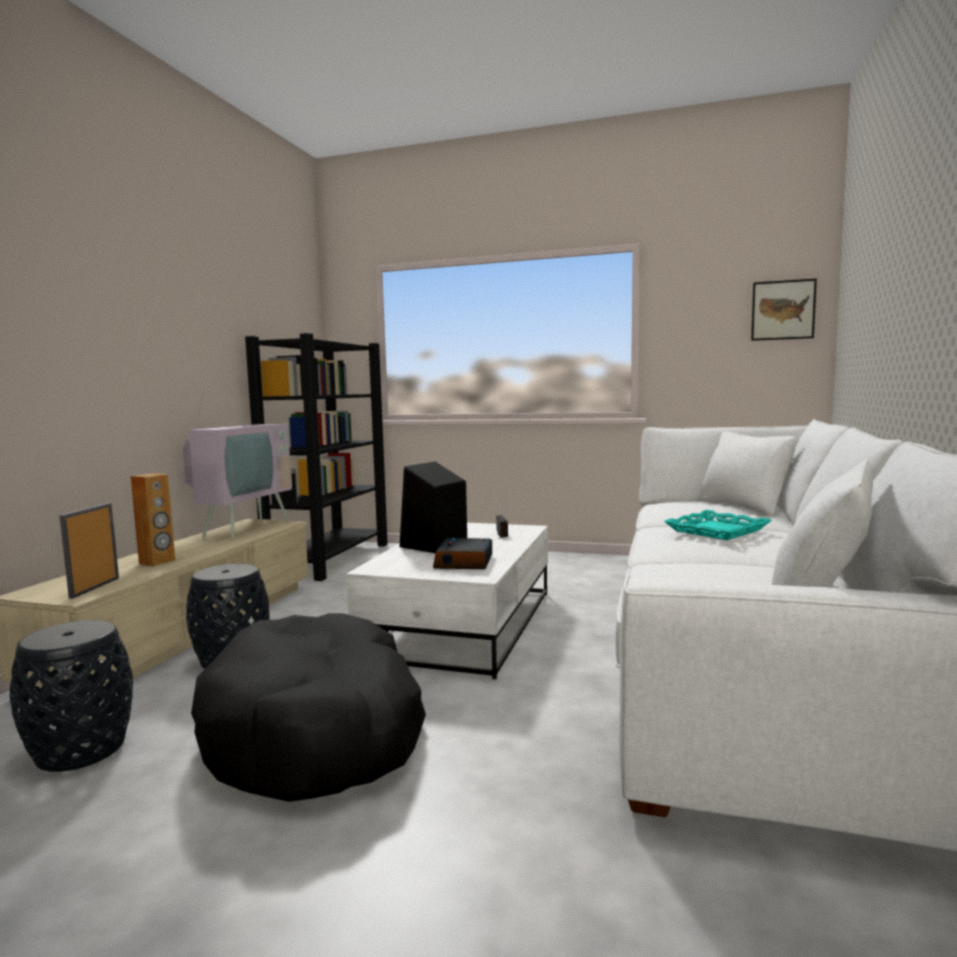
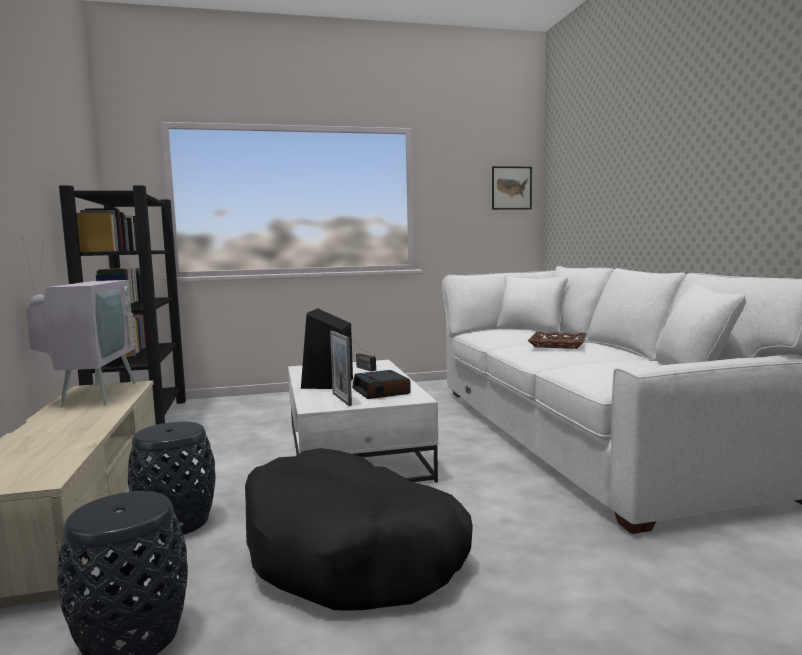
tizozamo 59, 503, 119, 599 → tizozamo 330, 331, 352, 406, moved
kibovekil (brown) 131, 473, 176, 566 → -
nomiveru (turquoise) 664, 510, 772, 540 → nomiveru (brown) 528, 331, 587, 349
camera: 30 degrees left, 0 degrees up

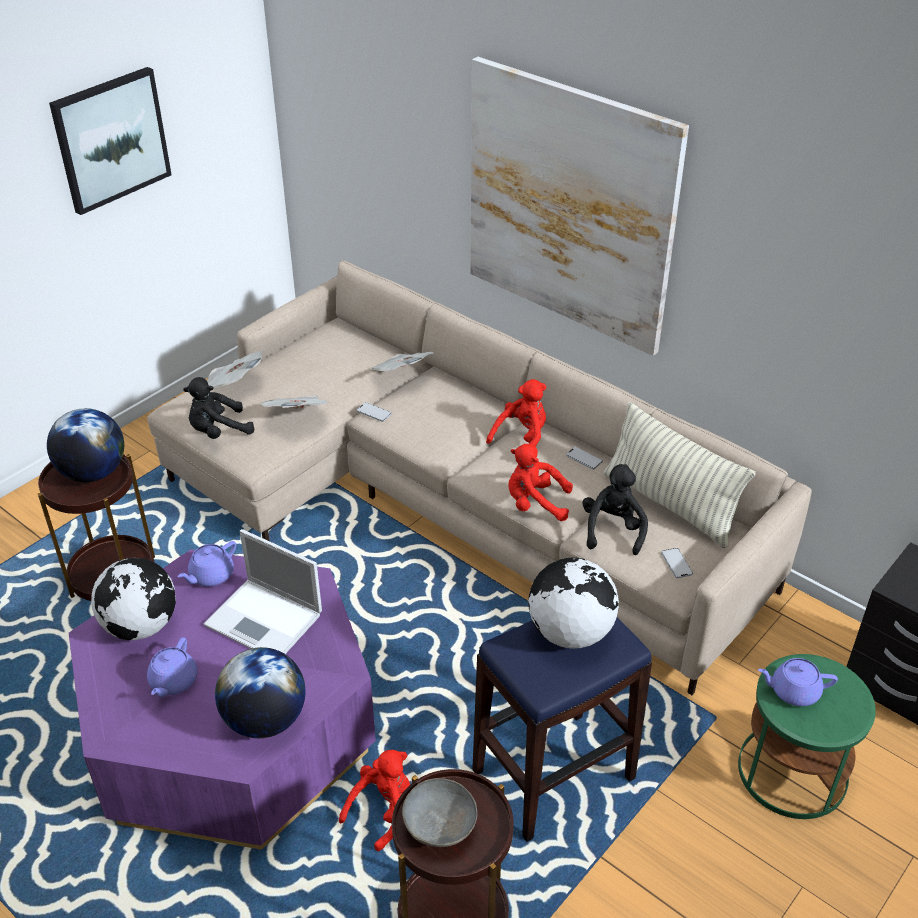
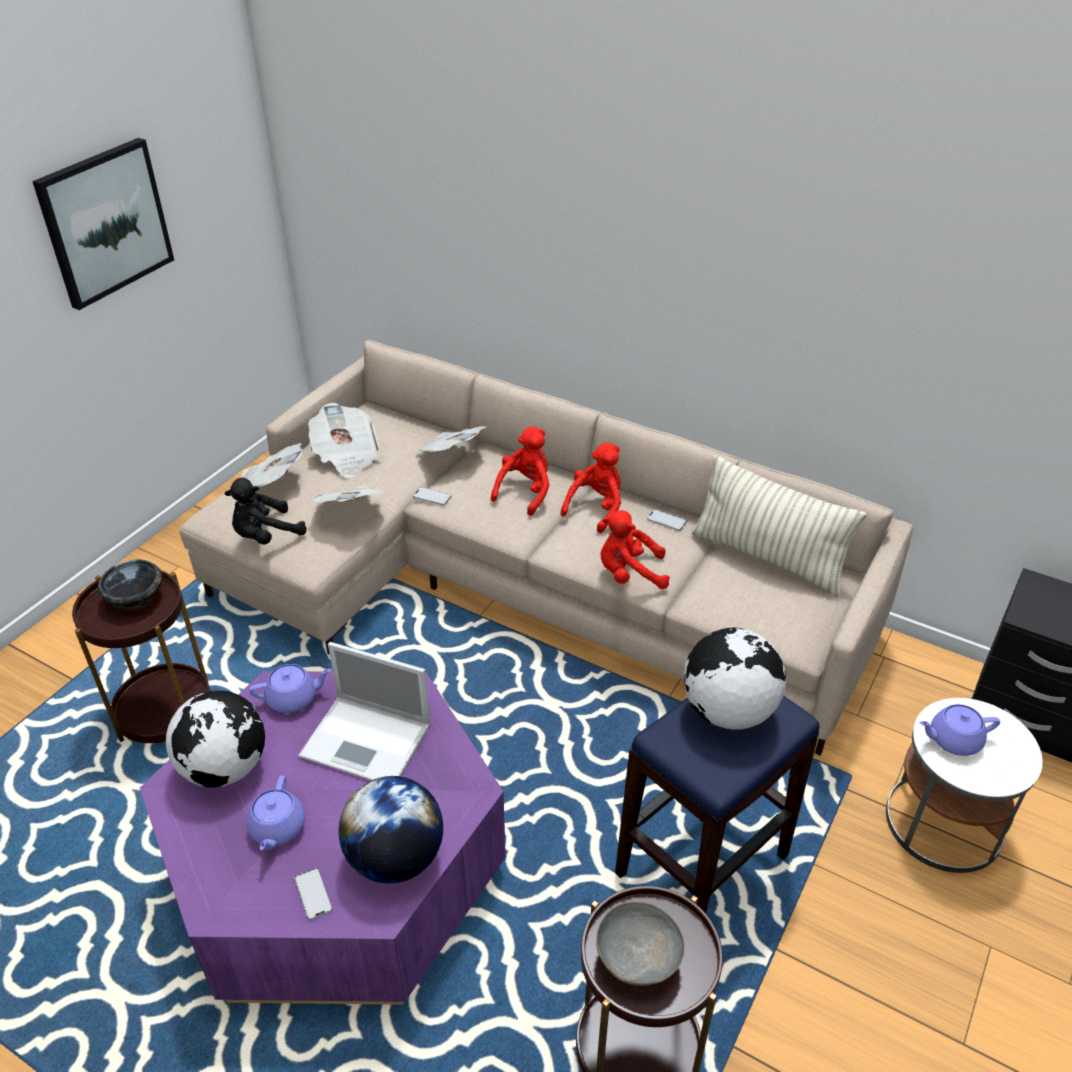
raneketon 47, 408, 124, 482 → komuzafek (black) 98, 559, 162, 610
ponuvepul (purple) 177, 541, 236, 587 → ponuvepul (purple) 249, 664, 332, 713, 135 degrees counterclockwise
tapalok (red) 339, 750, 410, 851 → tapalok (red) 491, 426, 550, 516, moved
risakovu 470, 57, 689, 356 → -
tapalok (black) 583, 464, 648, 555 → -
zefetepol 661, 548, 693, 578 → zefetepol 295, 868, 333, 920, moved
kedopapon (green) 738, 654, 876, 819 → kedopapon (white) 886, 698, 1043, 873
- → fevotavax 308, 403, 380, 478
camera: 10 degrees left, 0 degrees up

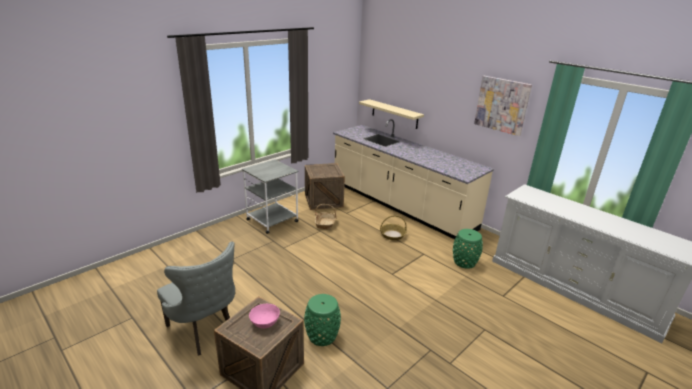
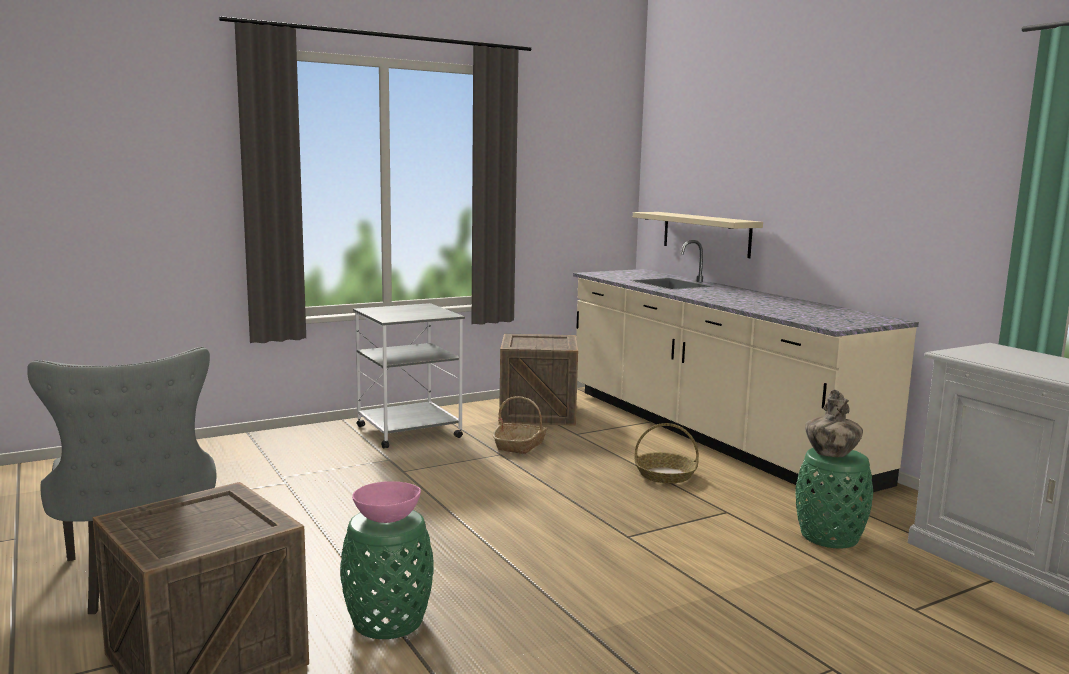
komuzafek (pink) 249, 304, 280, 328 → komuzafek (pink) 352, 481, 421, 523, moved
risakovu 474, 76, 532, 136 → -
- → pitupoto 805, 390, 863, 457
camera: 15 degrees right, 15 degrees down

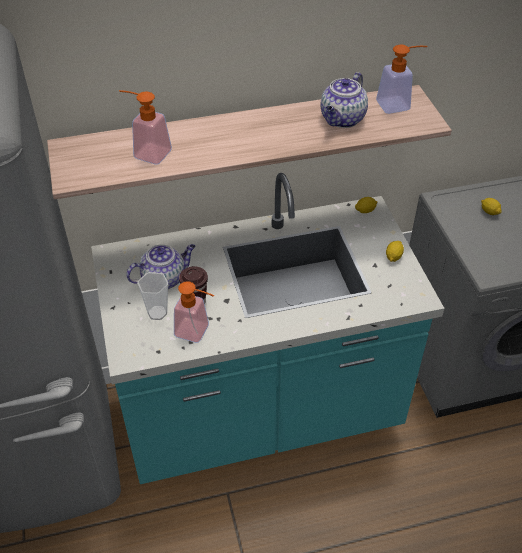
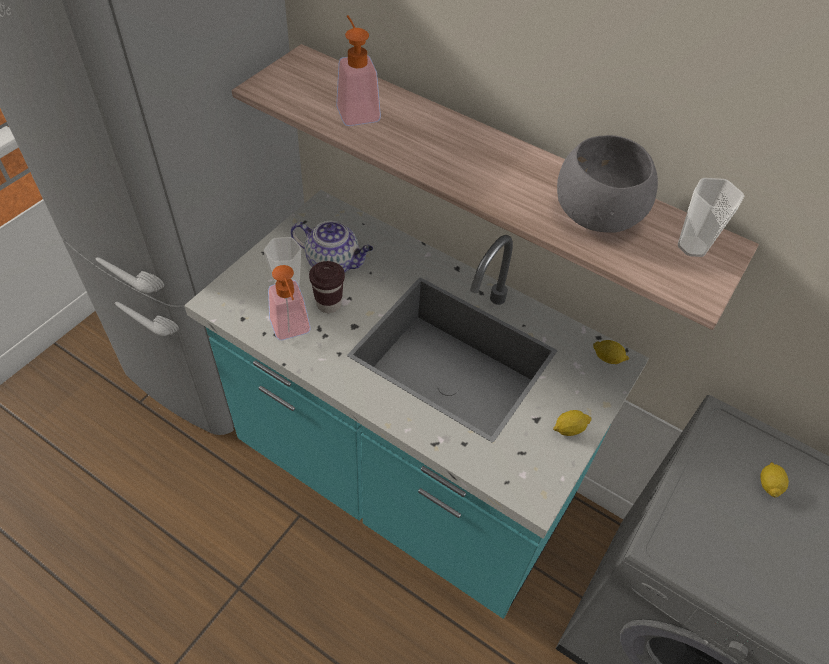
ponuvepul 321, 72, 368, 128 → komuzafek (grey) 557, 135, 658, 233
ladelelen 376, 45, 428, 114 → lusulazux 678, 178, 744, 257
camera: 45 degrees right, 5 degrees up

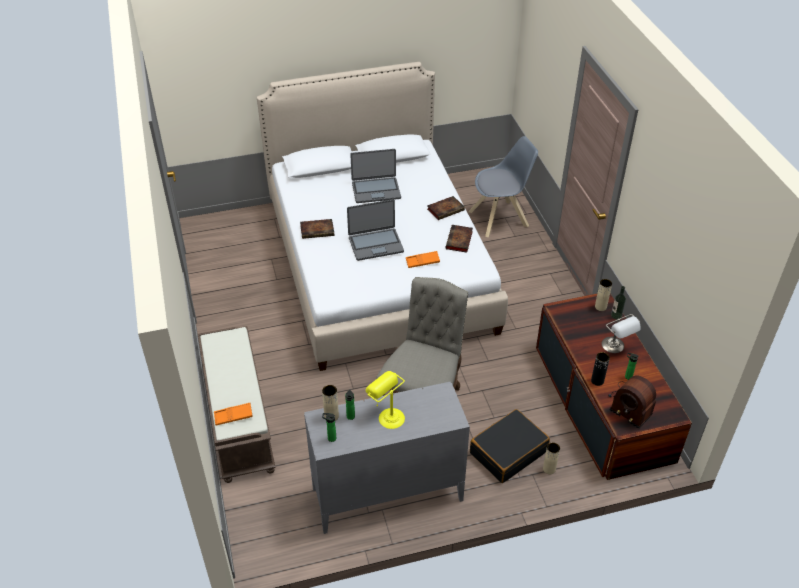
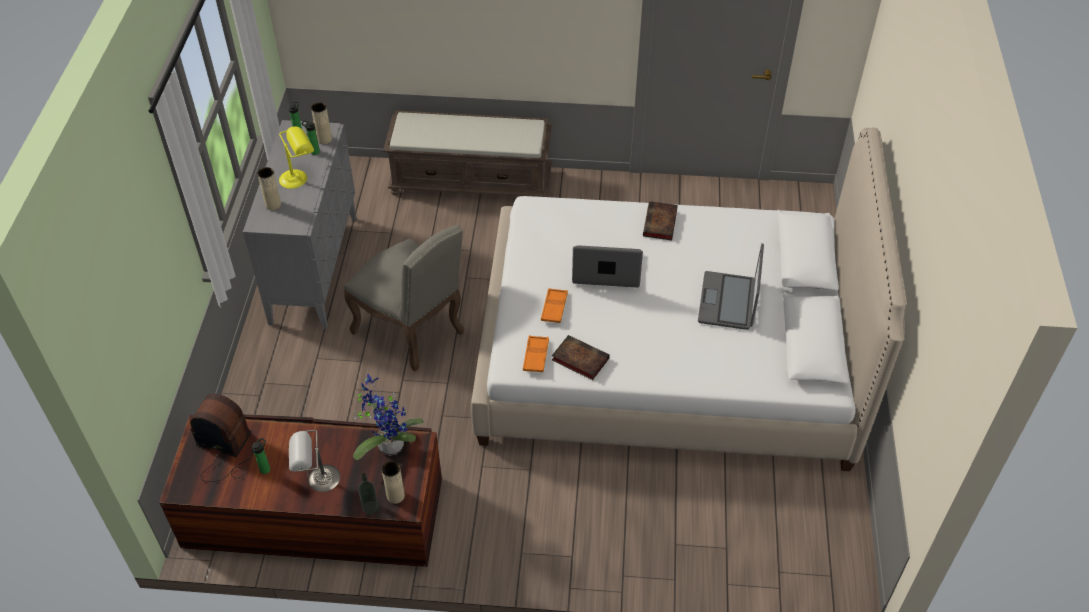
nomiveru (orange) 214, 403, 253, 426 → nomiveru (orange) 523, 336, 549, 372, moved
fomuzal 347, 199, 404, 261 → fomuzal 572, 245, 643, 288, 90 degrees clockwise
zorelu 427, 196, 465, 220 → -
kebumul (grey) 468, 136, 538, 237 → -
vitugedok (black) 470, 409, 550, 483 → -
pitupoto (beige) 543, 442, 560, 474 → pitupoto (beige) 258, 167, 281, 210, moved
pitupoto (black) 591, 352, 610, 386 → -
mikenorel 608, 376, 656, 429 → mikenorel 190, 393, 254, 482, 45 degrees clockwise
- → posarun 353, 374, 424, 460
camera: 110 degrees right, 5 degrees up

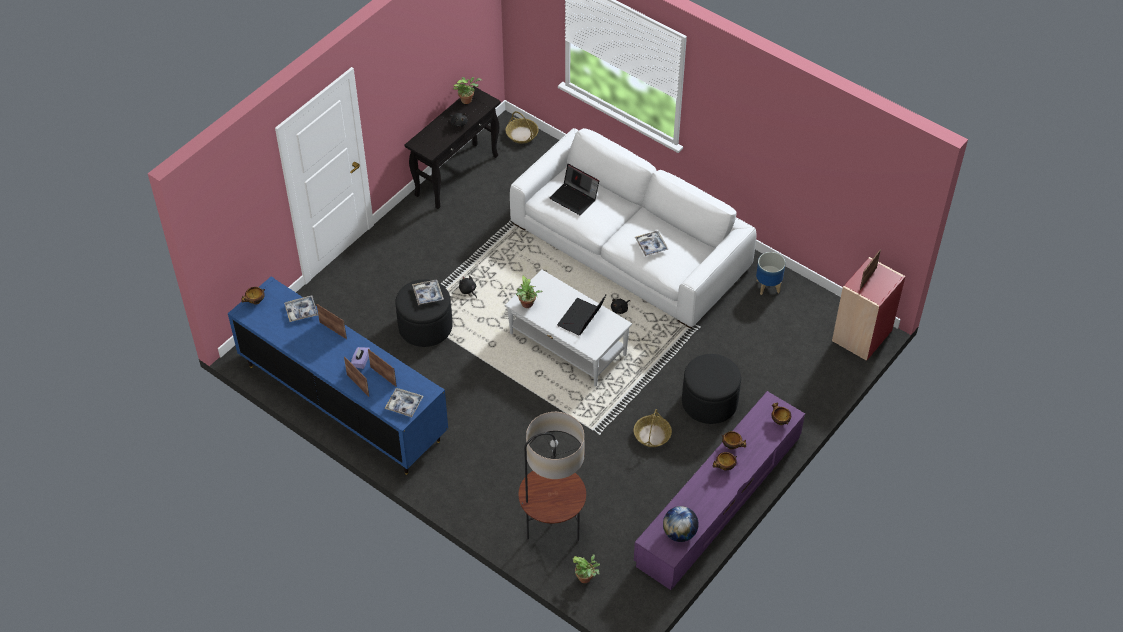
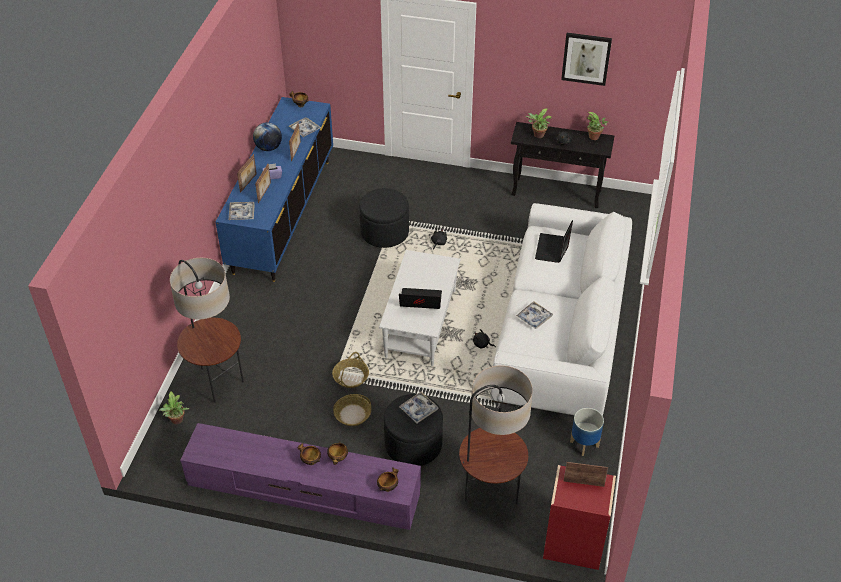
nomiveru 412, 280, 444, 305 → nomiveru 399, 392, 439, 423, moved
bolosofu 505, 111, 538, 144 → bolosofu 332, 352, 369, 388, moved
posarun 516, 276, 542, 308 → posarun 526, 108, 552, 138, moved
raneketon 663, 506, 699, 542 → raneketon 253, 122, 282, 151, moved
- → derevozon 459, 365, 533, 505
- → risakovu 561, 33, 612, 86
camera: 65 degrees right, 5 degrees down

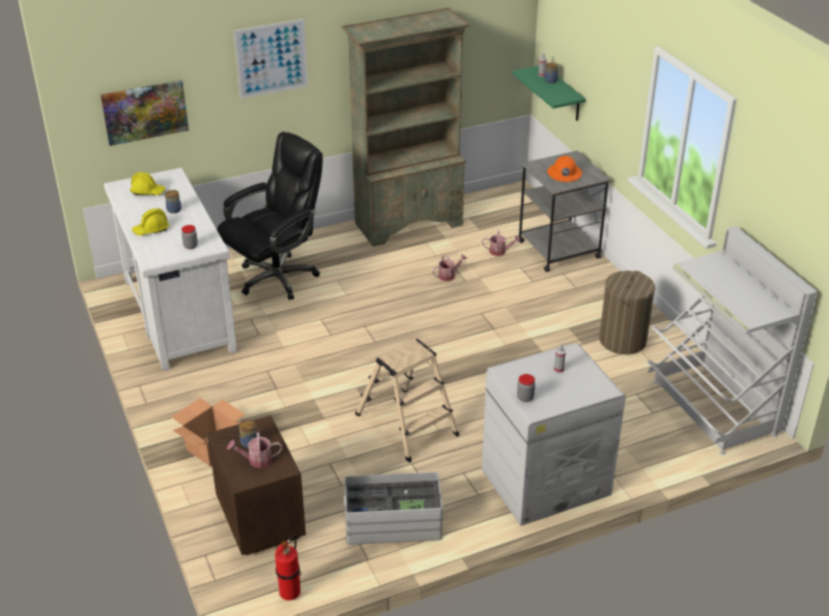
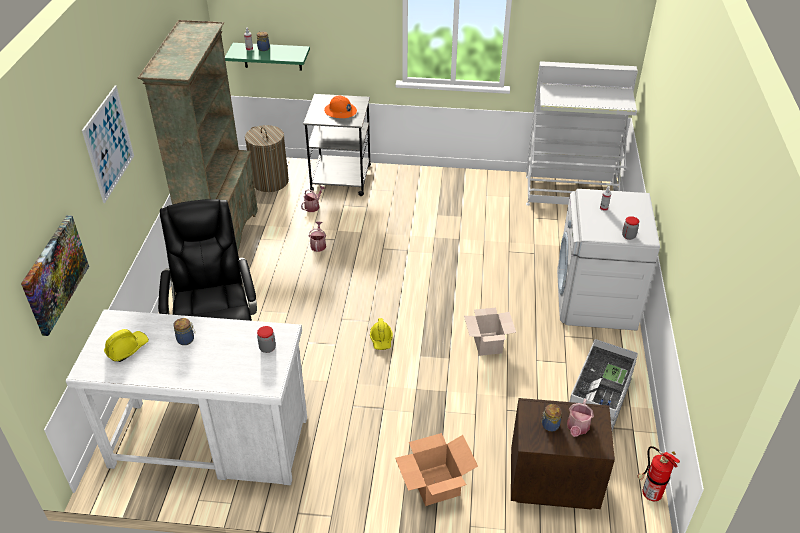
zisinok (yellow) 132, 208, 170, 236 → zisinok (yellow) 370, 318, 393, 350, moved
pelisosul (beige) 355, 339, 459, 463 → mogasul 464, 308, 516, 356
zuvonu 599, 271, 655, 355 → zuvonu 245, 125, 289, 192, moved
camera: 60 degrees left, 5 degrees up

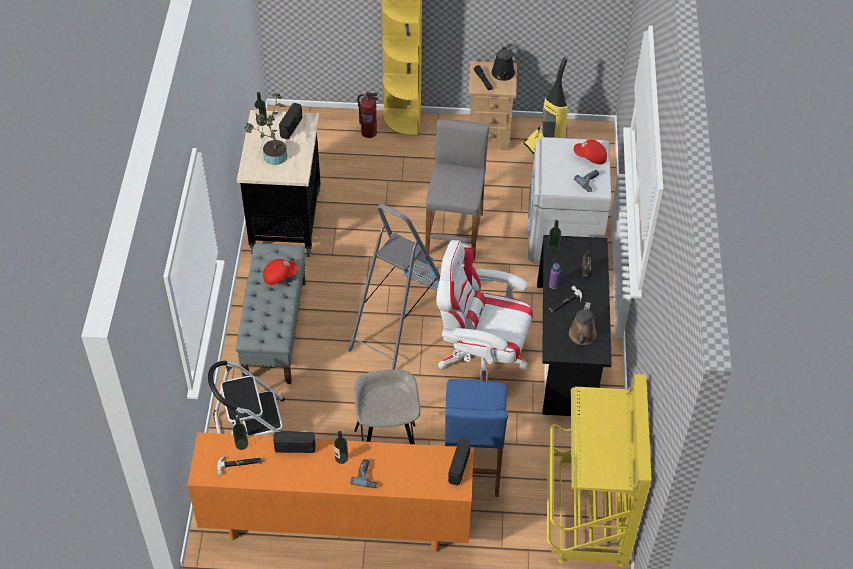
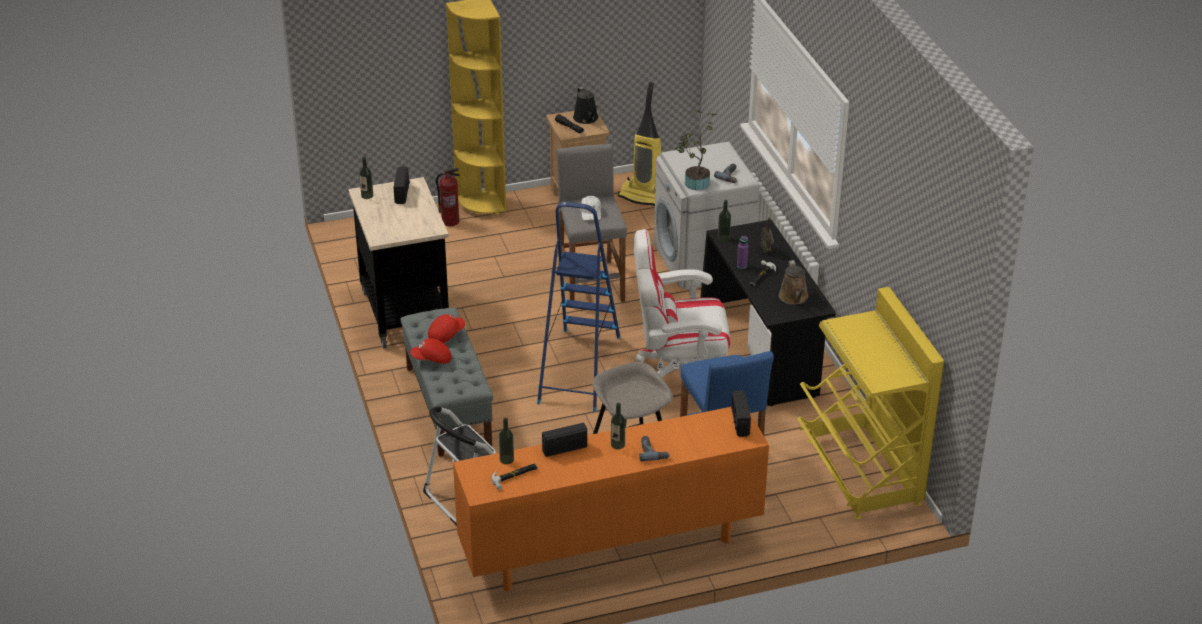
posarun 245, 93, 287, 165 → posarun 675, 111, 717, 190, moved
pelisosul (grey) 349, 204, 440, 370 → pelisosul (blue) 537, 202, 620, 412
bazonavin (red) 574, 140, 607, 165 → bazonavin (red) 410, 338, 451, 364, moved
- → bazonavin (white) 580, 196, 601, 221
camera: 20 degrees left, 15 degrees down

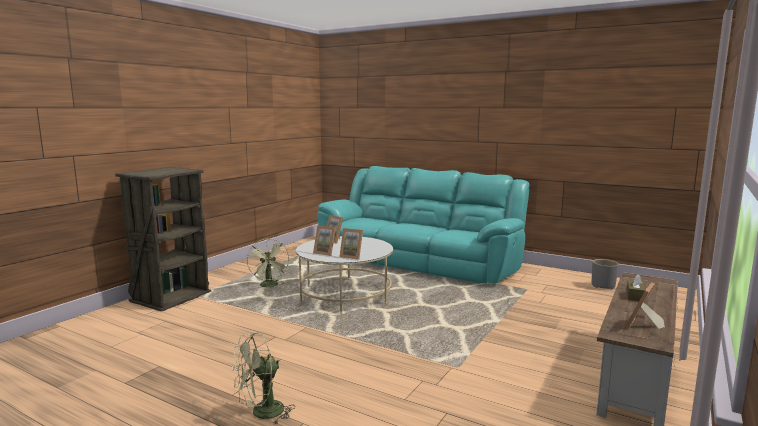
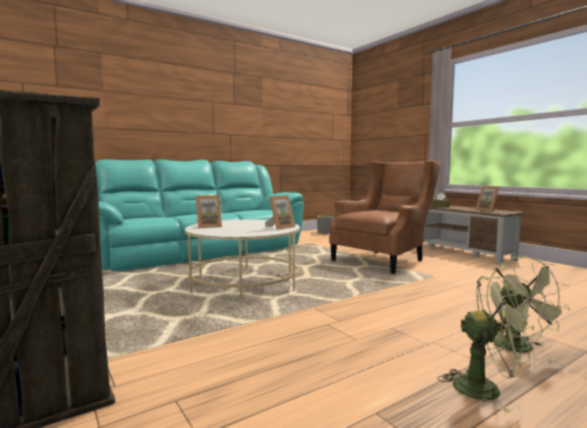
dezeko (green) 247, 239, 289, 287 → dezeko (green) 438, 276, 538, 413, moved
tizozamo 313, 225, 336, 256 → -
- → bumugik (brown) 329, 160, 441, 274
camera: 65 degrees left, 5 degrees down

